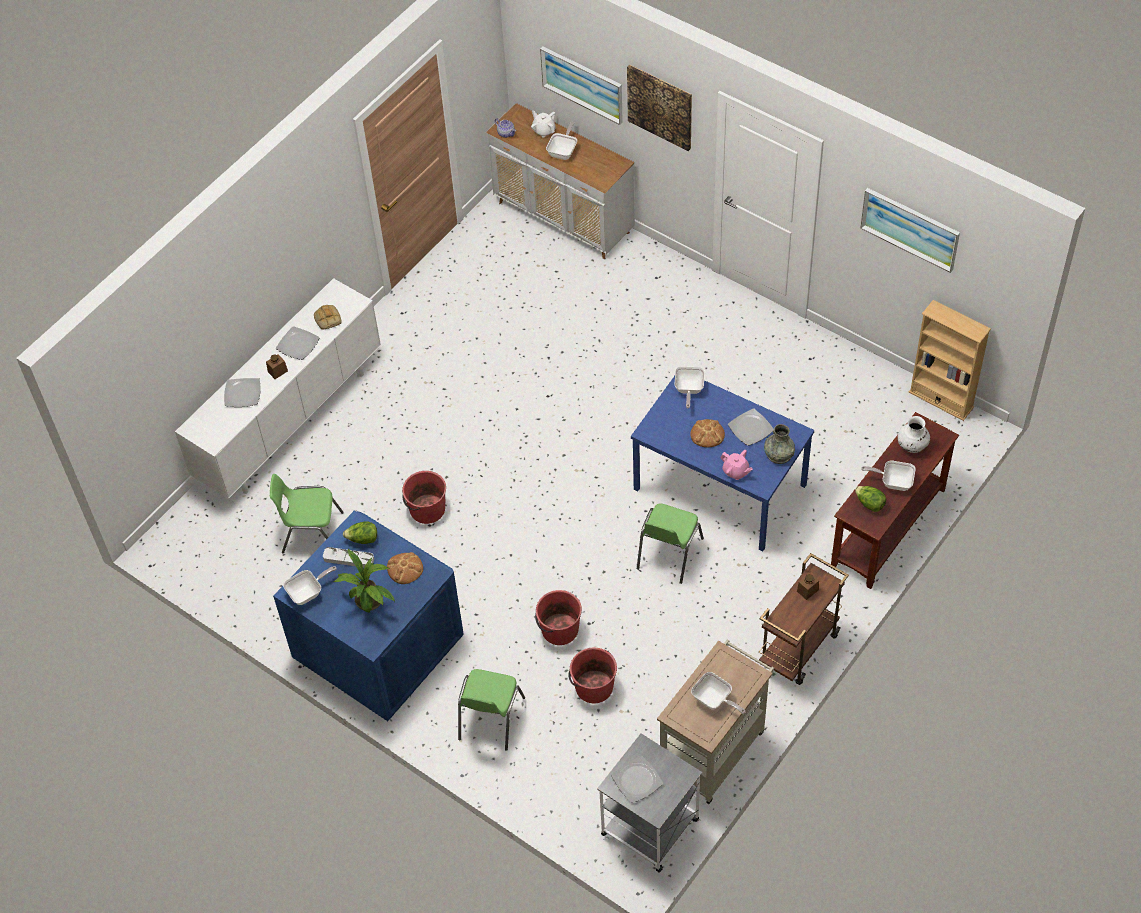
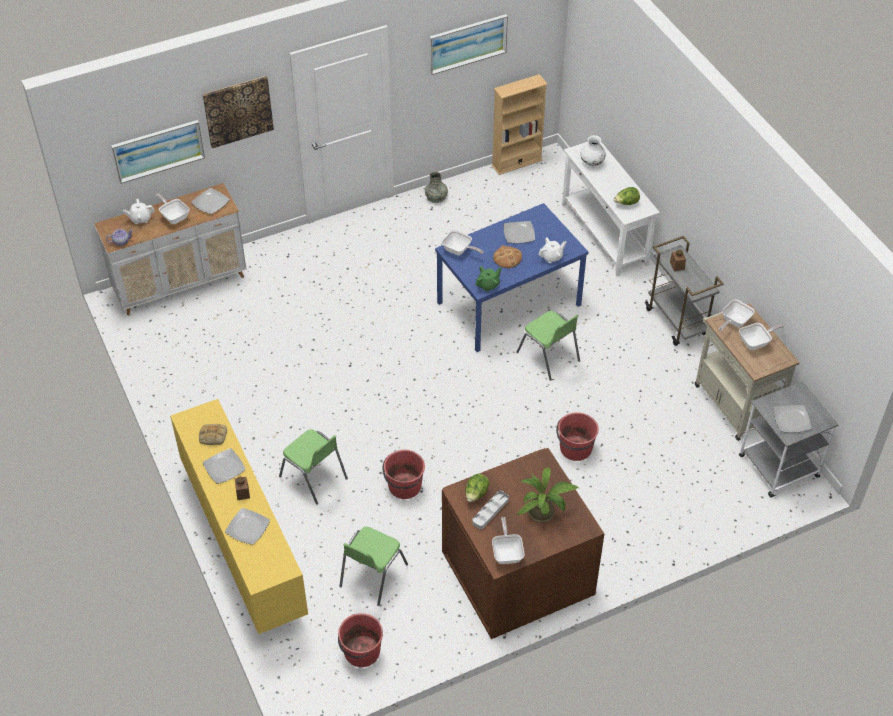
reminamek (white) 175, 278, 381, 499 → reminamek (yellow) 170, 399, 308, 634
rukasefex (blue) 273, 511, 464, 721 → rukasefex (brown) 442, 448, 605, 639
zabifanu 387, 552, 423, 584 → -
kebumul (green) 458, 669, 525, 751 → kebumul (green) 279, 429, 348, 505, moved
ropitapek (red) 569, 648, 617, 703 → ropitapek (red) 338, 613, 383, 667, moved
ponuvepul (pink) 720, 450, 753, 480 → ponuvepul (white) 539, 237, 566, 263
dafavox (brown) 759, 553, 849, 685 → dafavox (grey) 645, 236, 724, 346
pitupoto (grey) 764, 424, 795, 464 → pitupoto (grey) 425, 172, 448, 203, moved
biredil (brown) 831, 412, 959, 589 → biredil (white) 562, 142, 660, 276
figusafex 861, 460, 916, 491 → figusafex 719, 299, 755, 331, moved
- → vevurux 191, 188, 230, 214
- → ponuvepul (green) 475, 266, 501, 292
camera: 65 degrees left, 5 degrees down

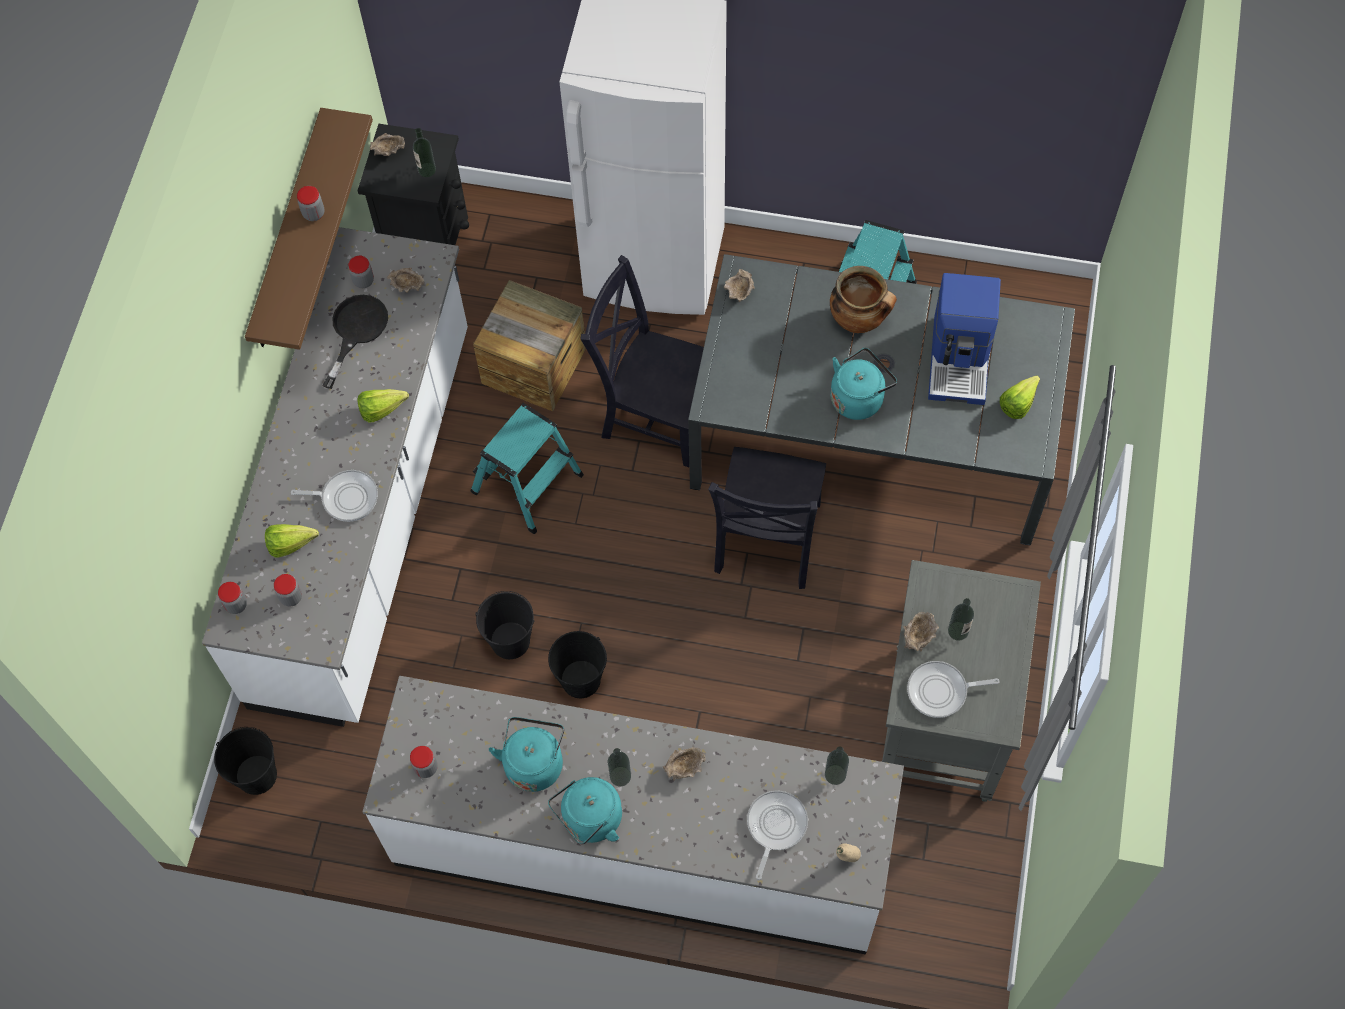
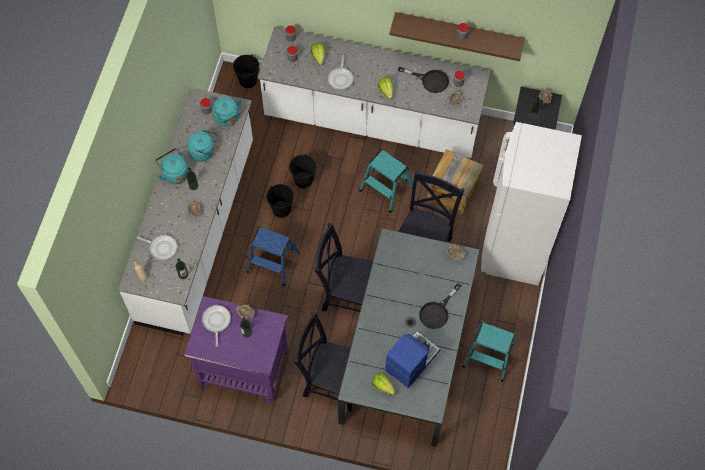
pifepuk 830, 266, 897, 333 → figusafex (black) 419, 283, 461, 329
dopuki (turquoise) 830, 348, 897, 420 → dopuki (turquoise) 212, 97, 243, 127, moved
dafavox (grey) 882, 560, 1041, 802 → dafavox (purple) 184, 296, 288, 404
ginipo 928, 273, 1001, 405 → ginipo 385, 331, 440, 388, 120 degrees clockwise
- → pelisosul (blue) 247, 226, 301, 287
- → kebumul (black) 293, 311, 363, 412
camera: 90 degrees right, 0 degrees up

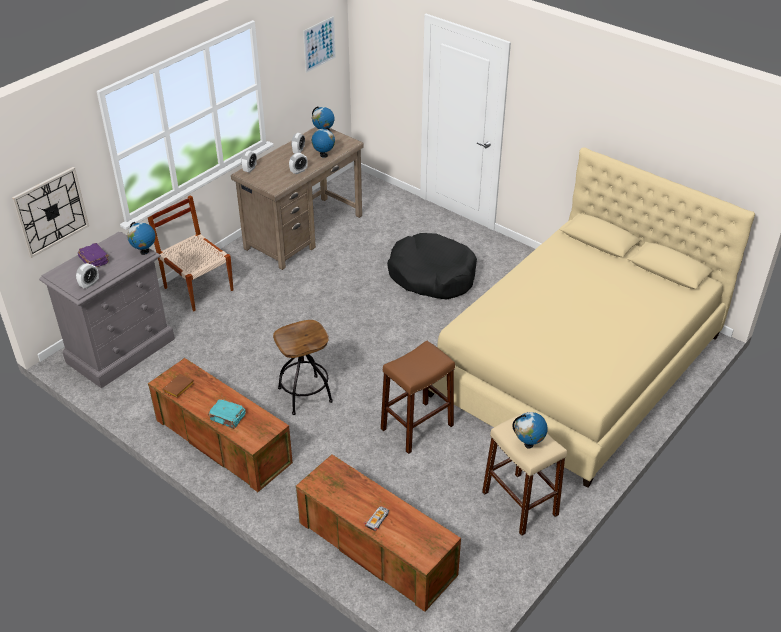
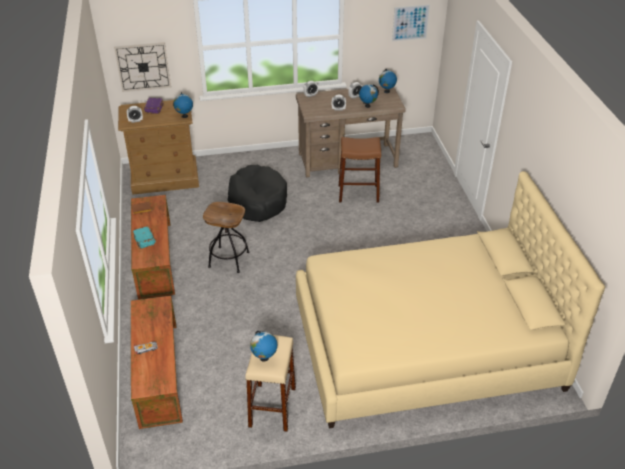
rukasefex (grey) 39, 232, 175, 389 → rukasefex (brown) 118, 100, 199, 195
kebumul 148, 196, 234, 311 → -
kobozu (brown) 381, 341, 455, 454 → kobozu (brown) 339, 137, 381, 203, moved
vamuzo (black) 387, 233, 477, 300 → vamuzo (black) 228, 165, 287, 222, moved
camera: 40 degrees right, 0 degrees up

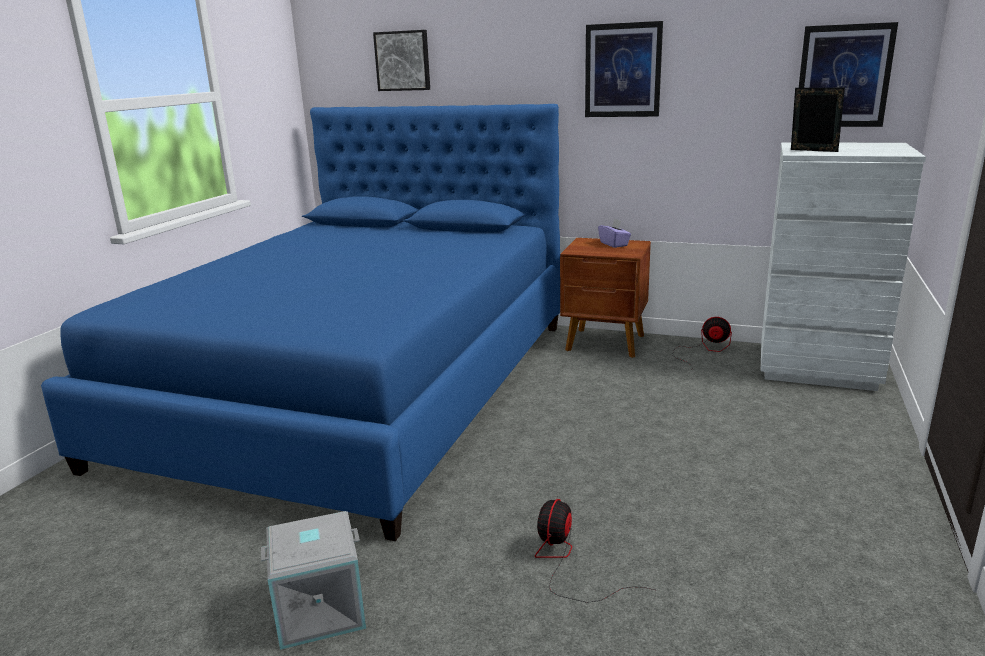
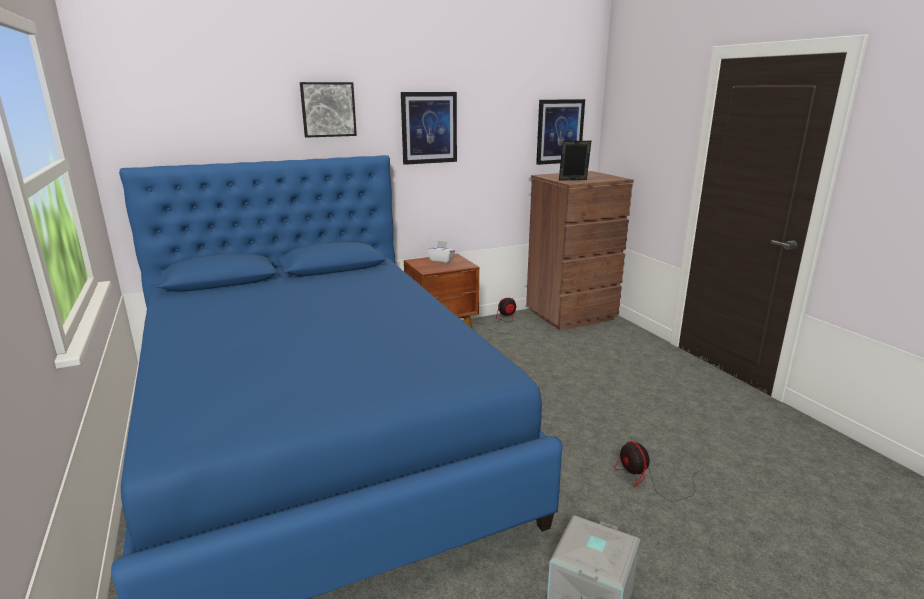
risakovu 373, 30, 430, 91 → risakovu 300, 82, 357, 138, moved
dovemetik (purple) 598, 219, 631, 248 → dovemetik (white) 427, 241, 455, 263
rukasefex (white) 761, 142, 926, 391 → rukasefex (brown) 526, 171, 634, 330
camera: 45 degrees left, 0 degrees up

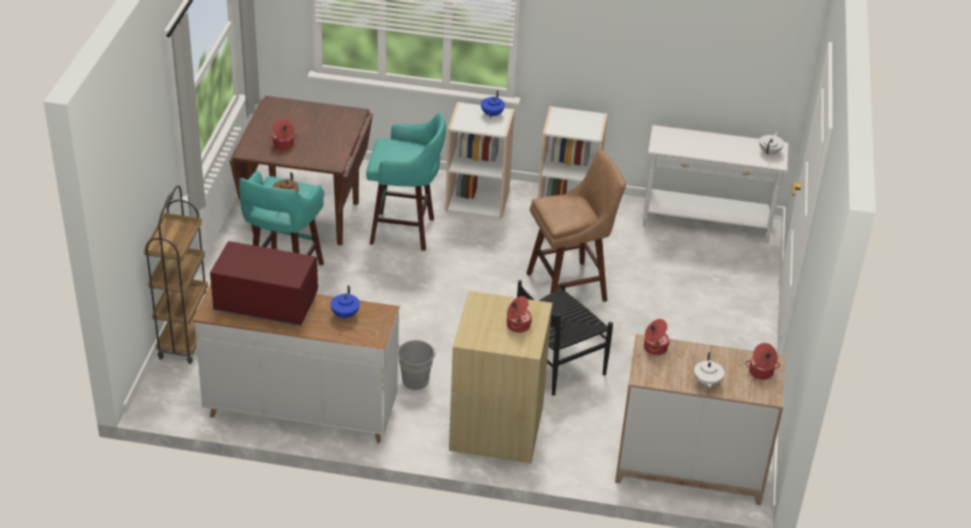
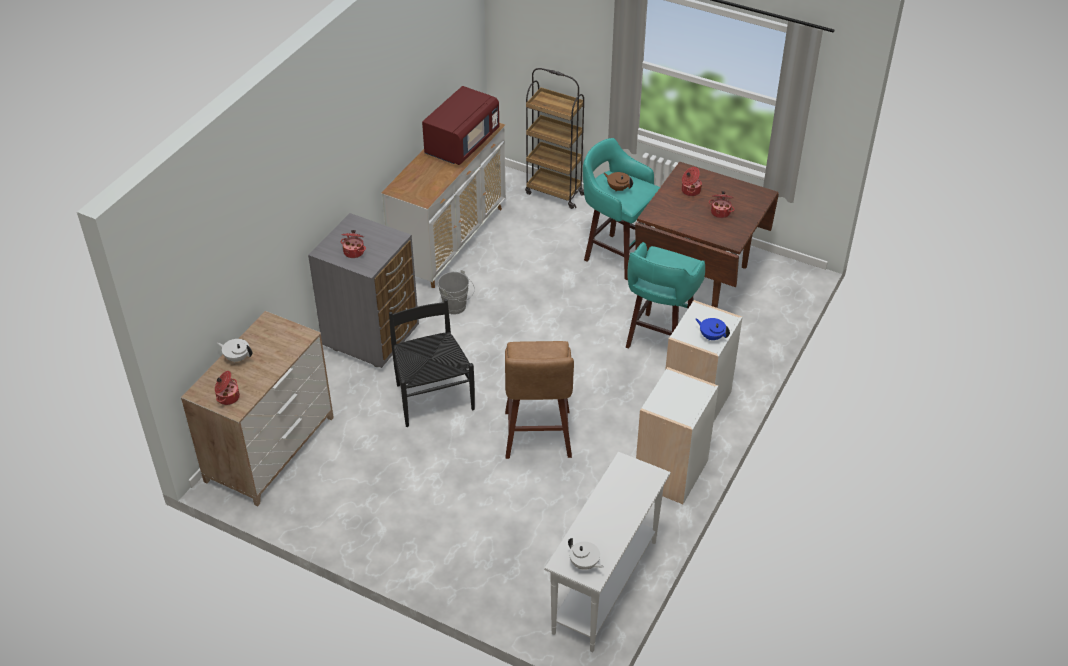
ponuvepul (blue) 331, 285, 360, 320 → -
rukasefex (brown) 449, 291, 552, 463 → rukasefex (grey) 308, 213, 419, 368
pifepuk 644, 319, 670, 355 → pifepuk 709, 191, 735, 218, moved
camera: 110 degrees right, 5 degrees up

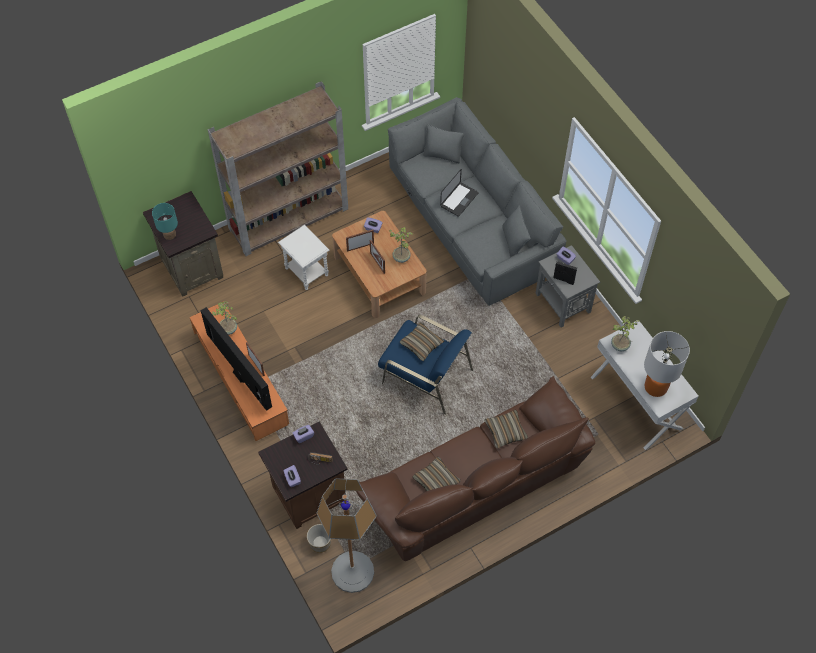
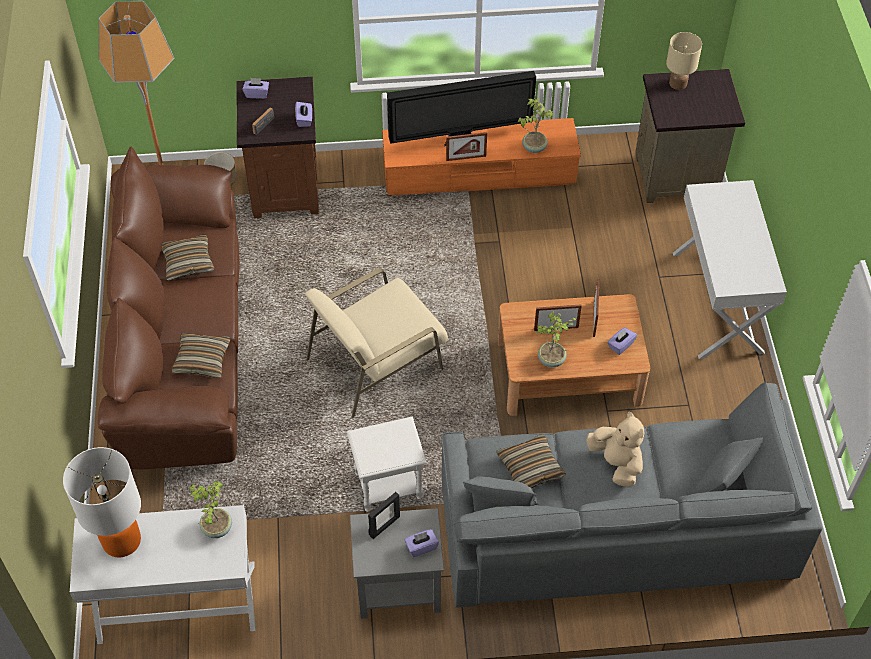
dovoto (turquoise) 152, 203, 178, 240 → dovoto (beige) 666, 32, 702, 90
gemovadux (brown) 208, 81, 348, 256 → biredil (white) 673, 180, 787, 359
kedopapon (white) 278, 225, 329, 290 → kedopapon (white) 347, 416, 427, 512, moved
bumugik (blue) 378, 314, 473, 414 → bumugik (beige) 305, 268, 448, 418
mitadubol 400, 322, 444, 361 → mitadubol 496, 434, 566, 488, moved
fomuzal 440, 169, 478, 217 → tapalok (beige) 586, 411, 644, 487
camera: 115 degrees right, 5 degrees down

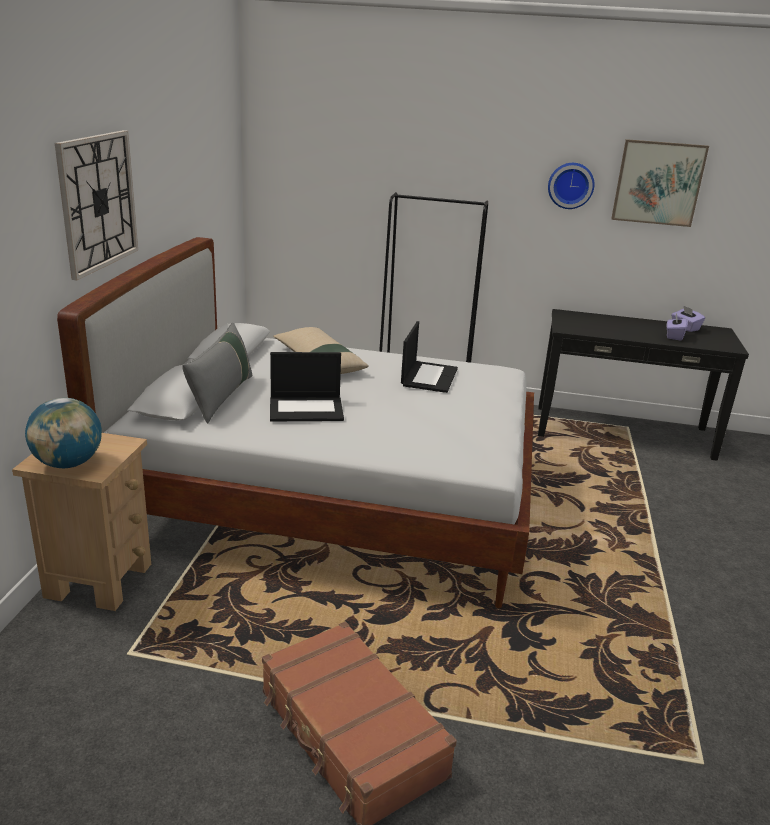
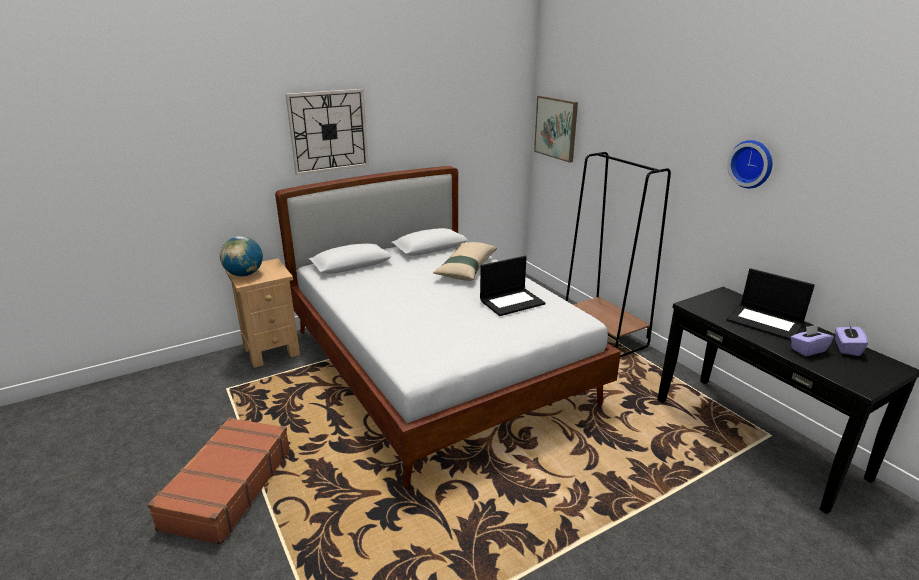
mitadubol (grey) 182, 323, 253, 423 → -
fomuzal 270, 352, 344, 421 → fomuzal 727, 268, 815, 341, moved
risakovu 611, 139, 709, 227 → risakovu 534, 96, 578, 163, moved
camera: 50 degrees right, 0 degrees up

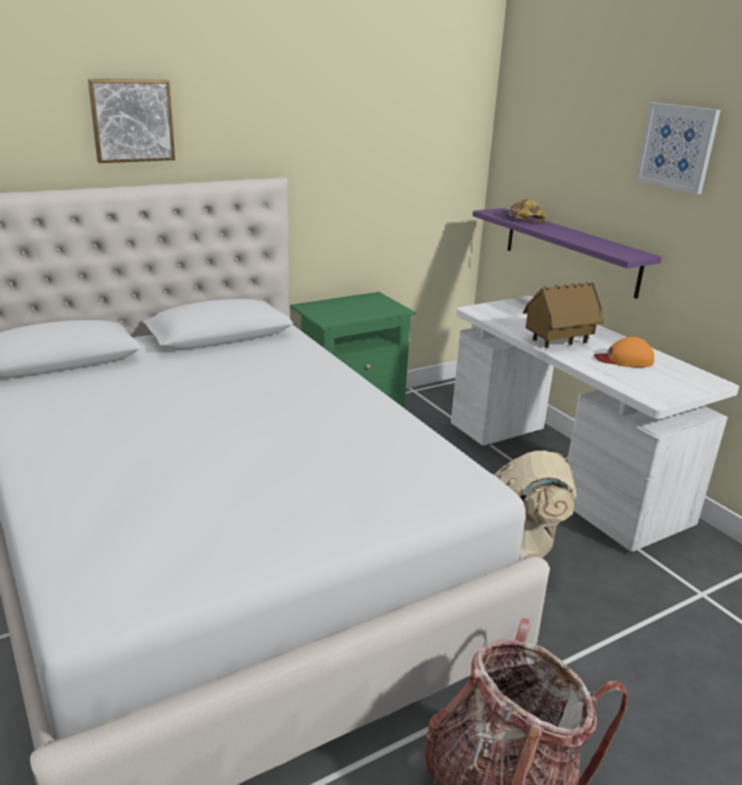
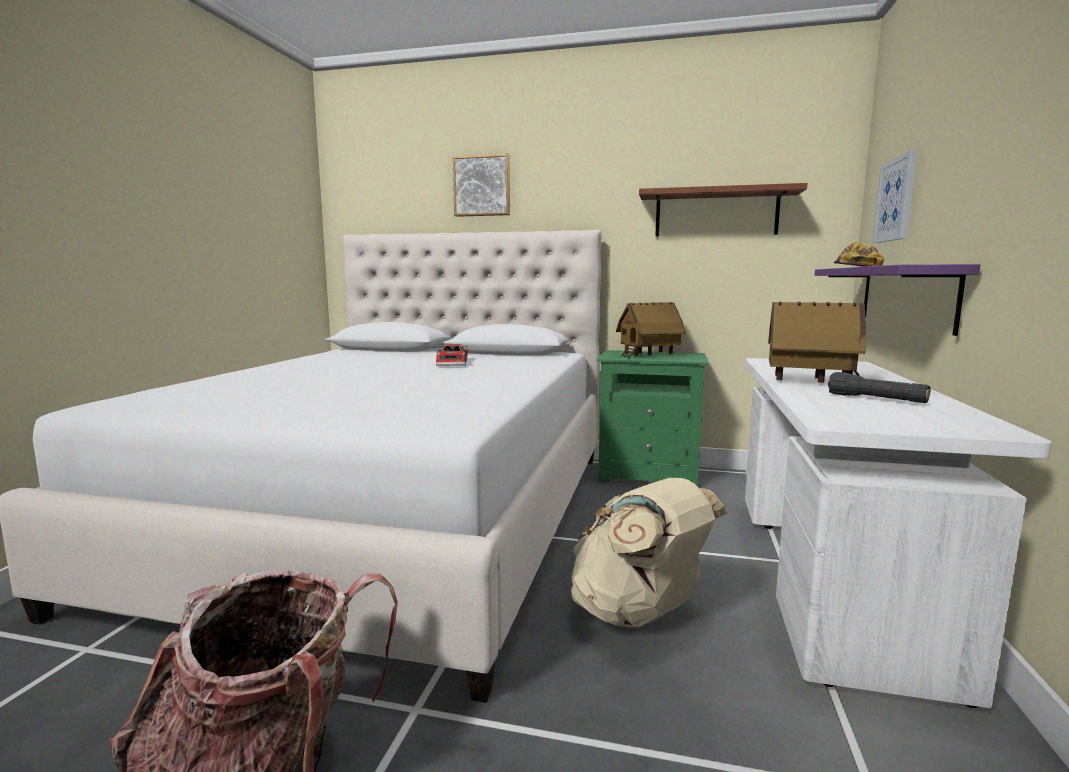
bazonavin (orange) 594, 337, 654, 367 → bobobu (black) 828, 372, 930, 403
risakovu 636, 103, 721, 194 → risakovu 872, 150, 917, 243, moved
- → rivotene 436, 344, 468, 366
- → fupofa 616, 302, 685, 359
- → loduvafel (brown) 639, 183, 807, 236
camera: 45 degrees right, 15 degrees down

